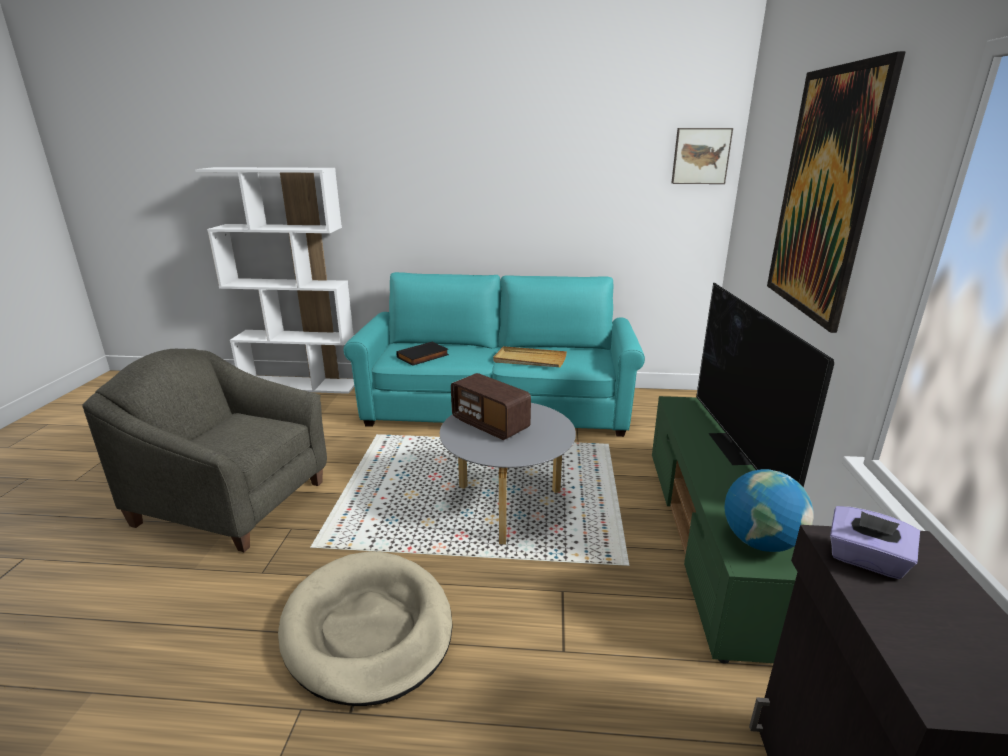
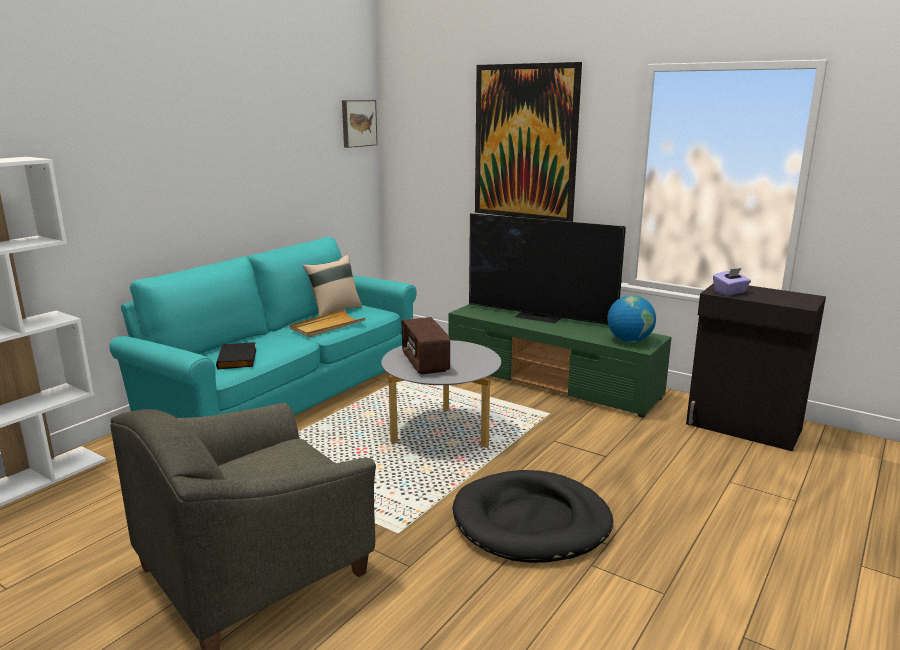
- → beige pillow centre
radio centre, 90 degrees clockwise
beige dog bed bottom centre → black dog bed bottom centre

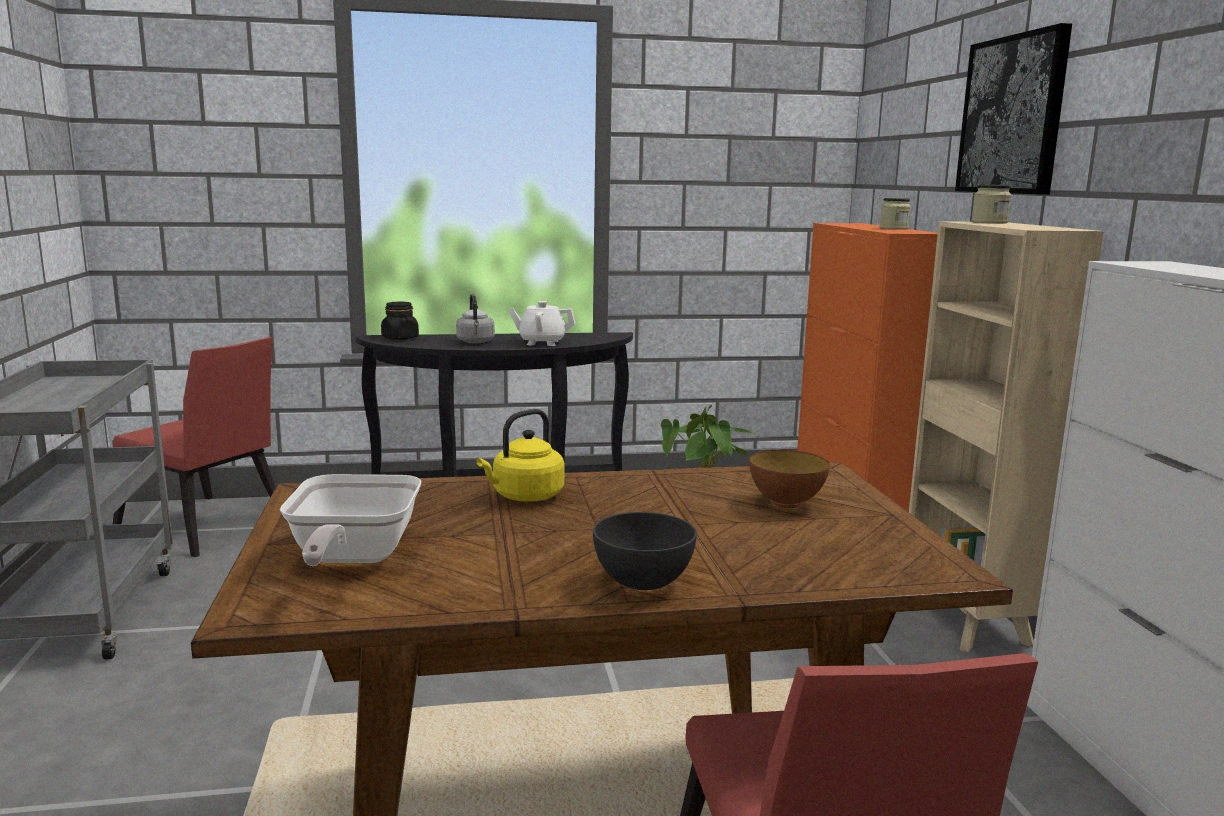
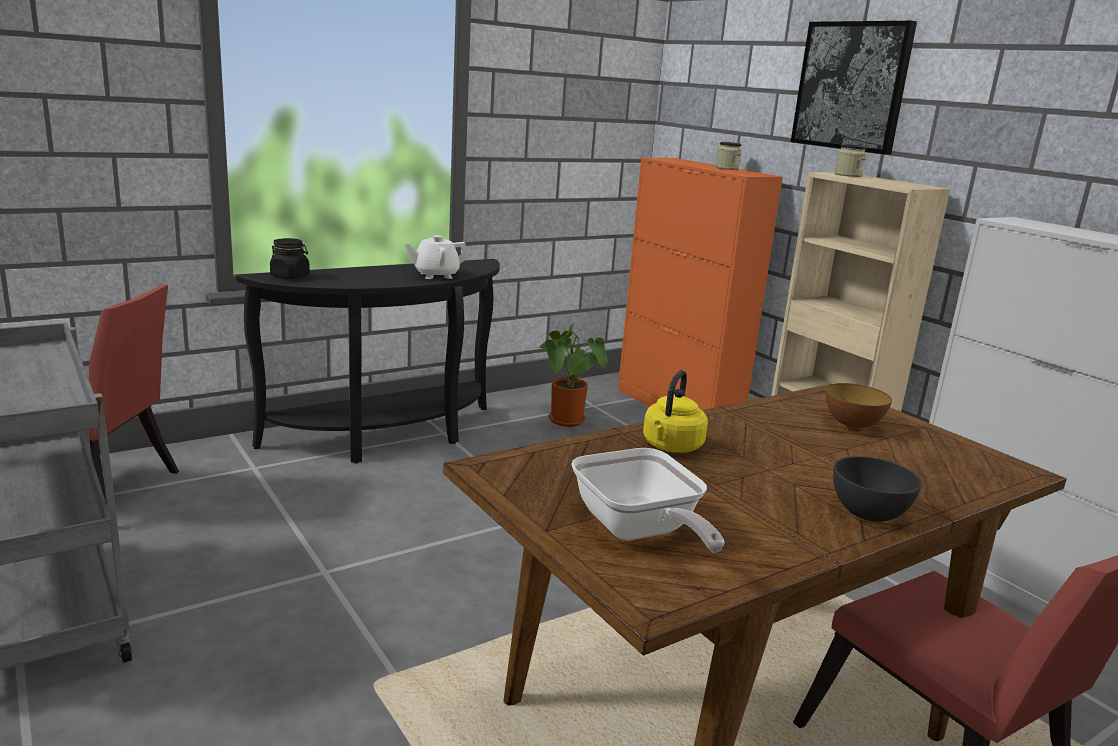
grey kettle centre → -

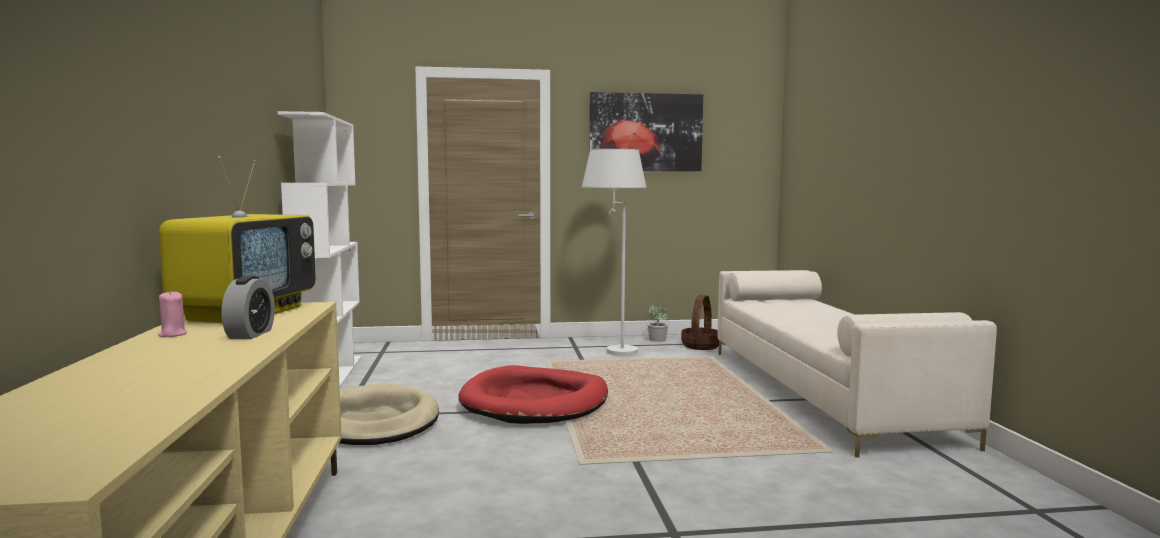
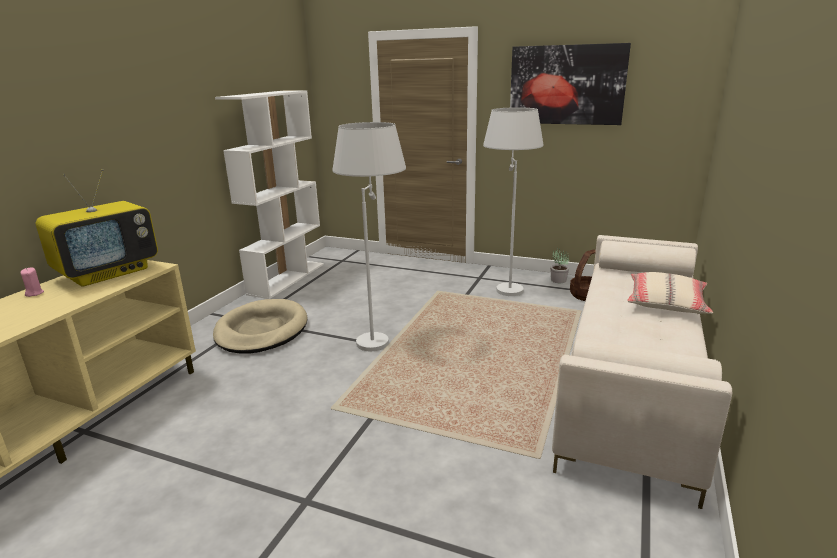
red dog bed bottom centre → white floor lamp (no. 1 from left) centre
- → beige pillow middle right
alarm clock middle left → -

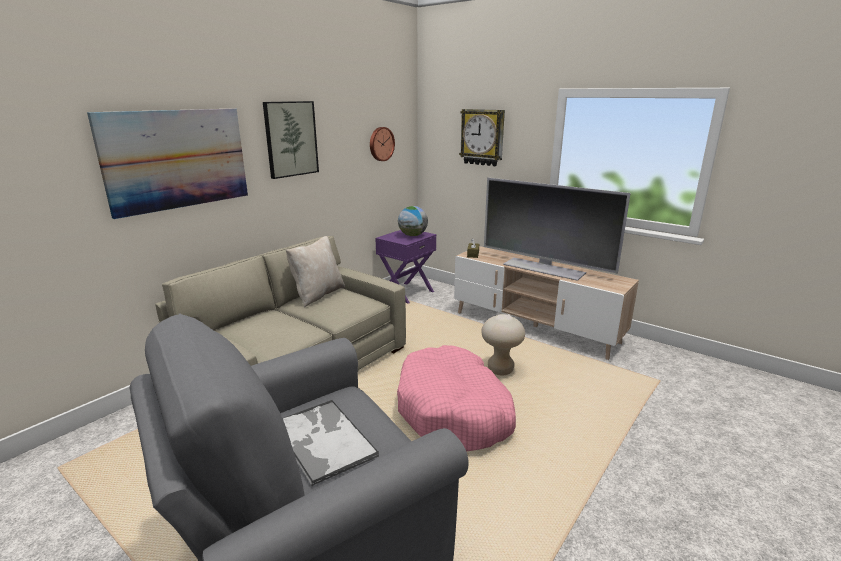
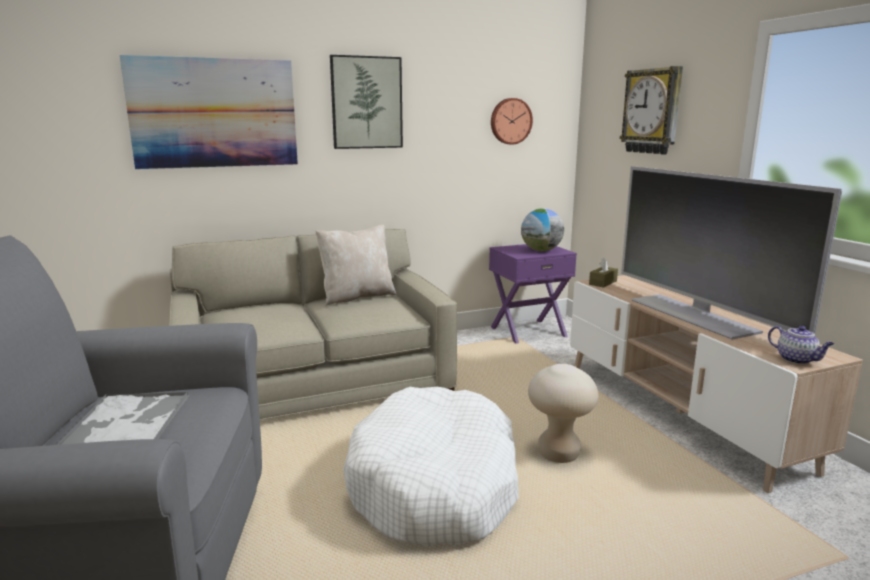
pink dog bed bottom centre → white dog bed bottom centre
- → teapot middle right

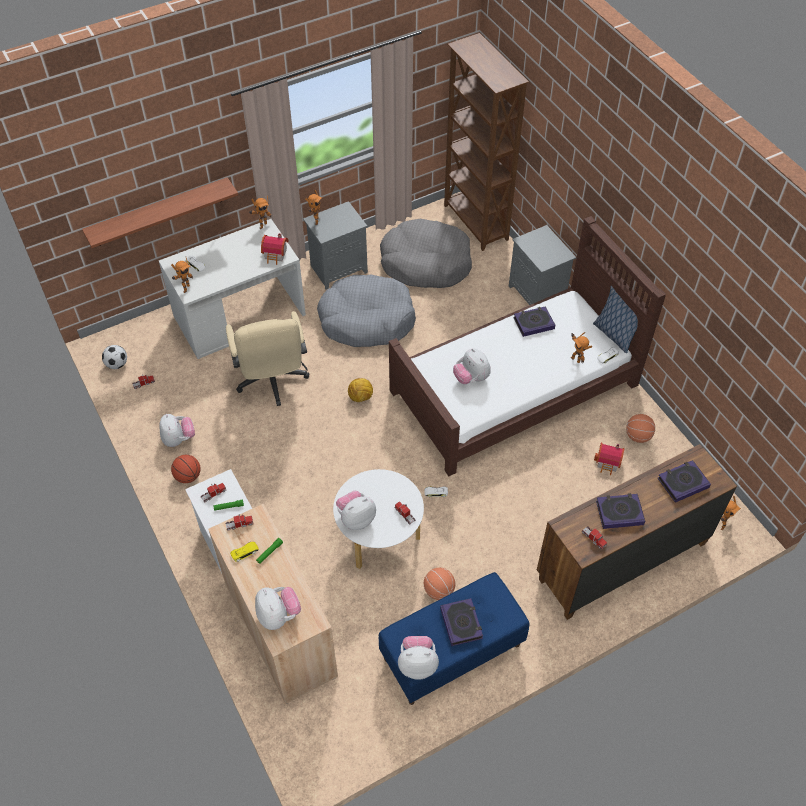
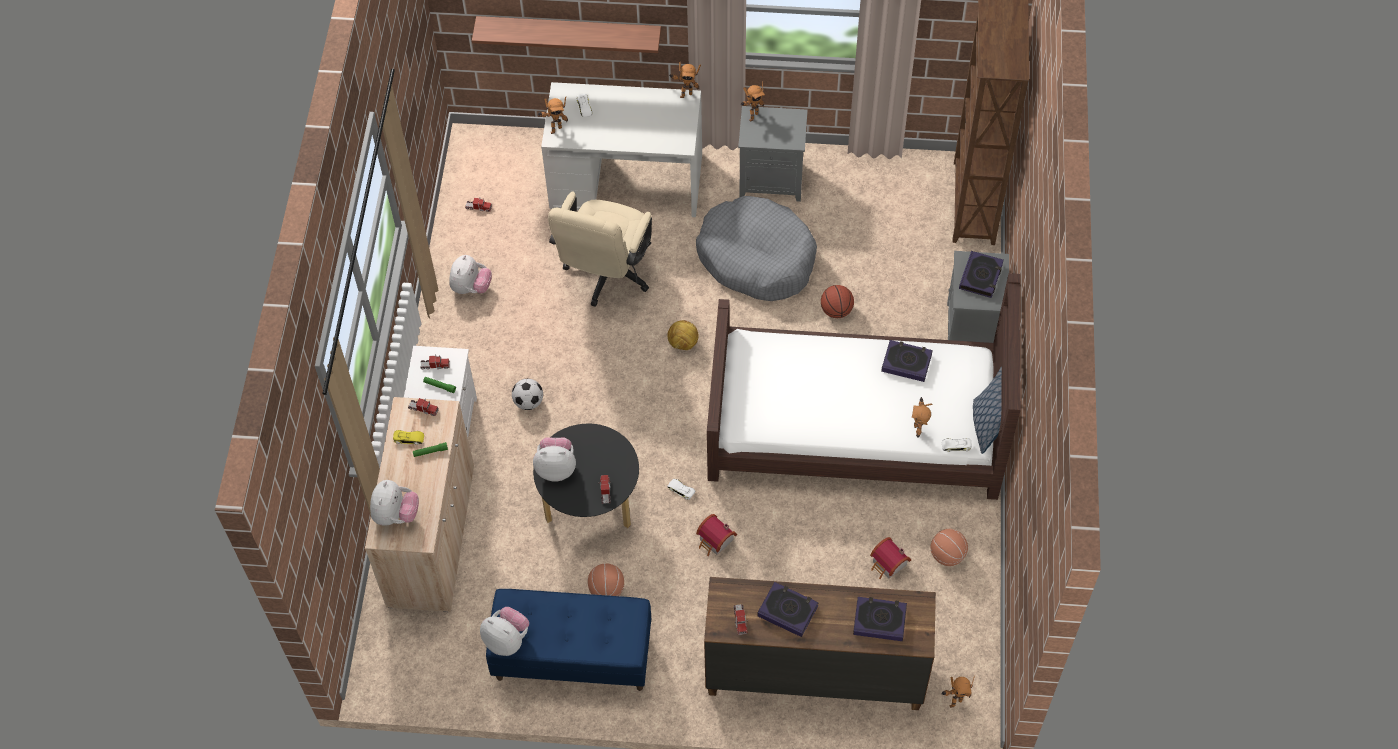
football (no. 1 from left) middle left → football (no. 1 from left) centre, relocated
white coffee table centre → black coffee table centre
toy house (no. 1 from left) top centre → toy house (no. 1 from left) bottom centre, relocated
basketball (no. 1 from left in the first image) middle left → basketball (no. 2 from left) centre, relocated
book (no. 1 from left in the first image) bottom centre → book (no. 4 from left) middle right, relocated
grey dog bed (no. 2 from left) top centre → -
plush toy (no. 5 from left) centre → -

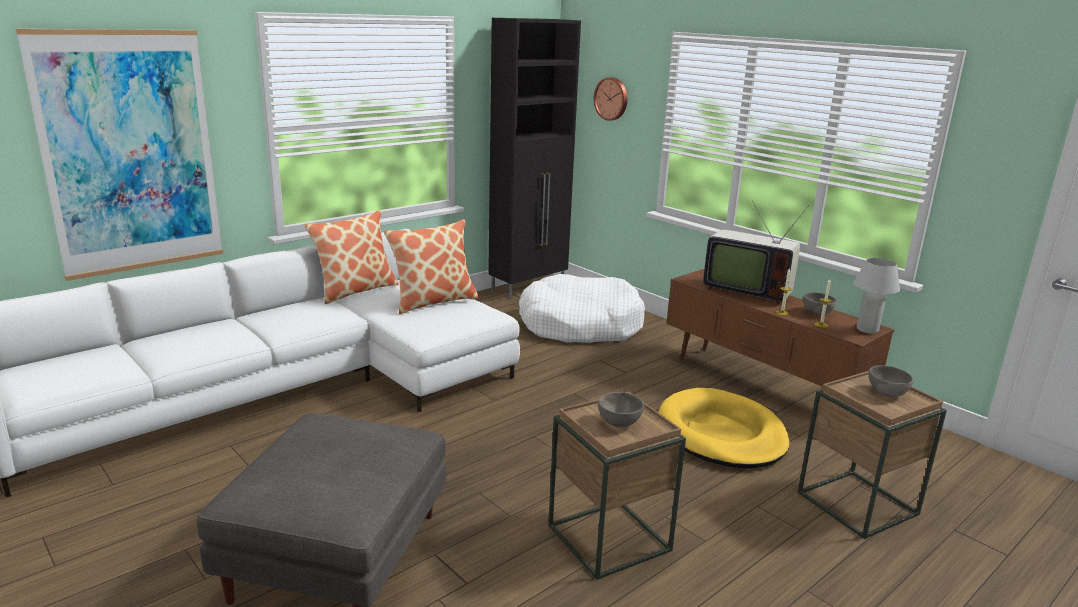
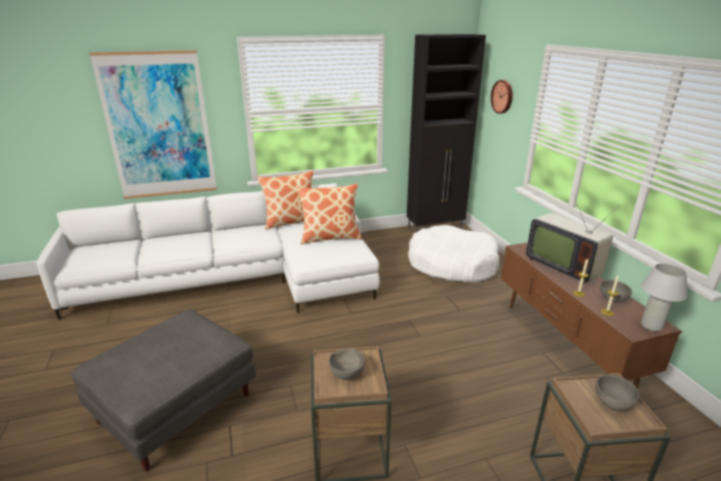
yellow dog bed bottom right → -

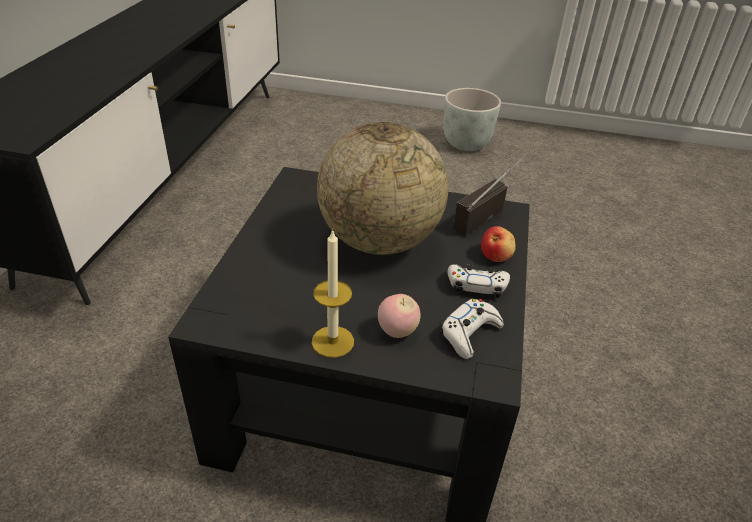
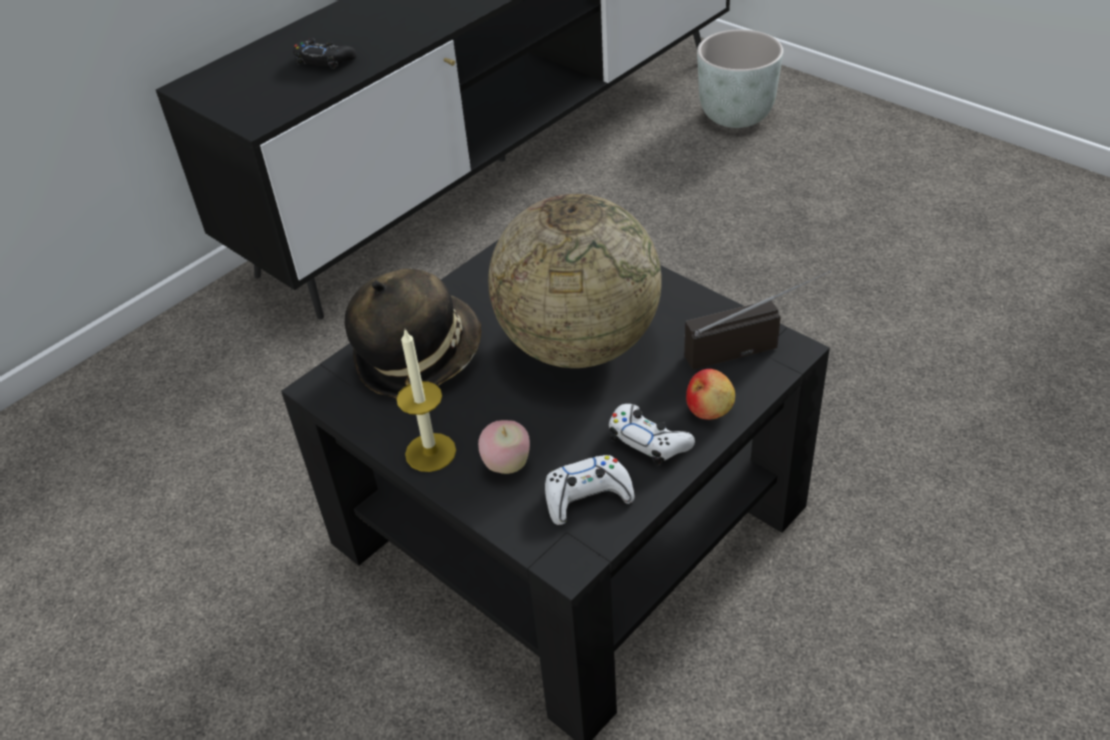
- → black game controller top left
- → hat centre
grey planter top centre → grey planter top right, relocated

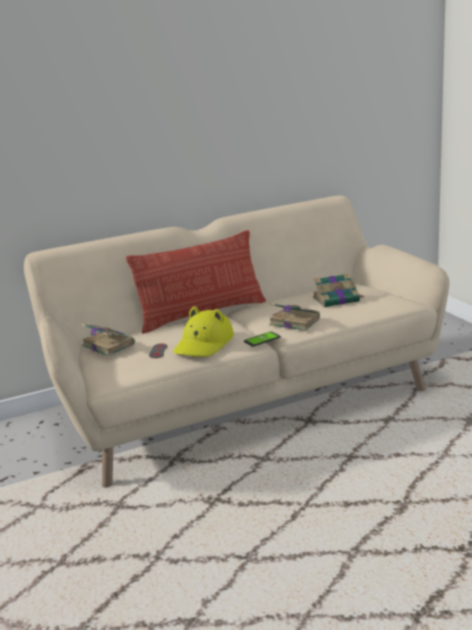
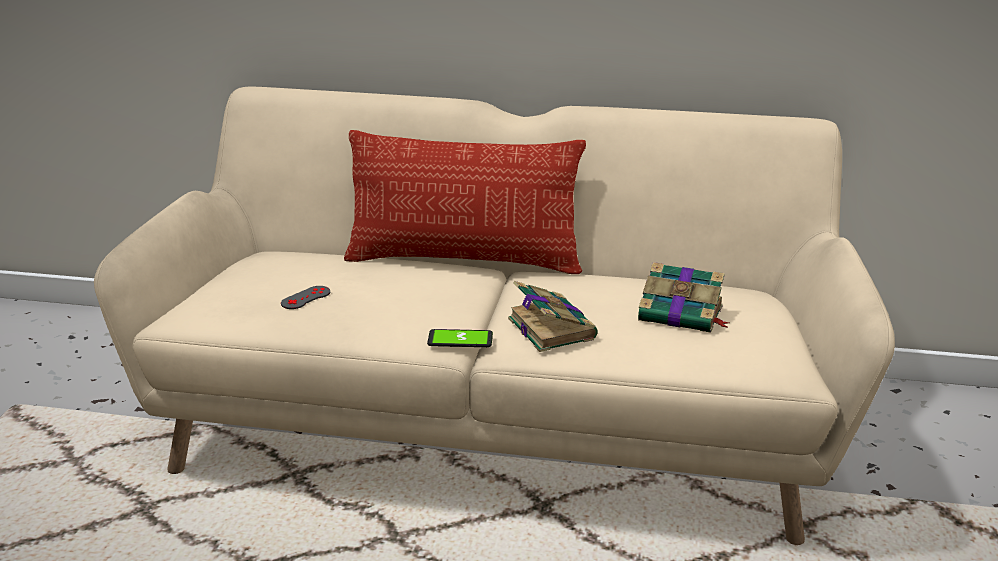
book (no. 1 from left) middle left → -
yellow hat centre → -

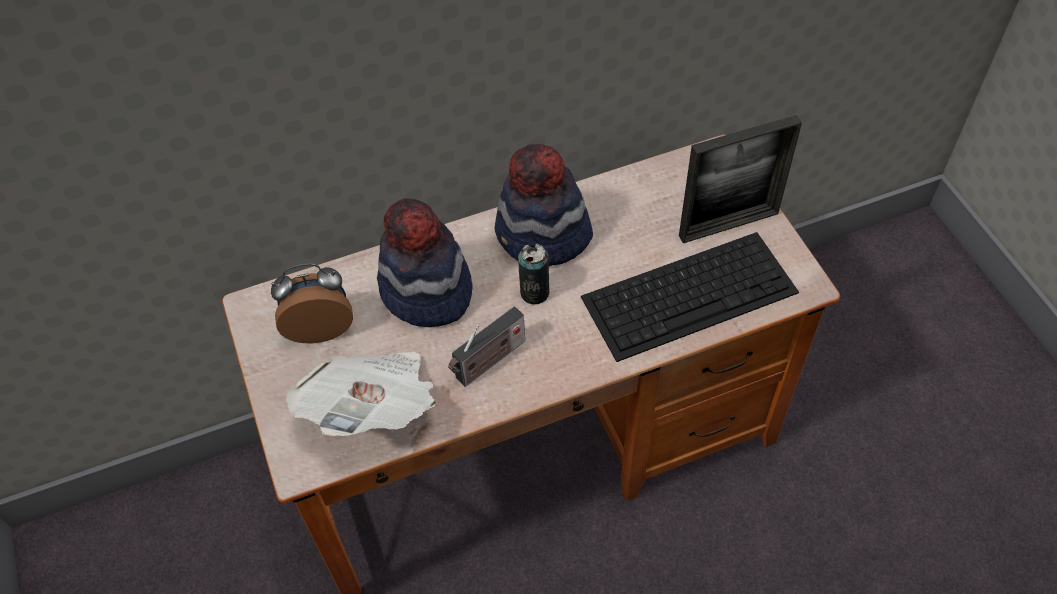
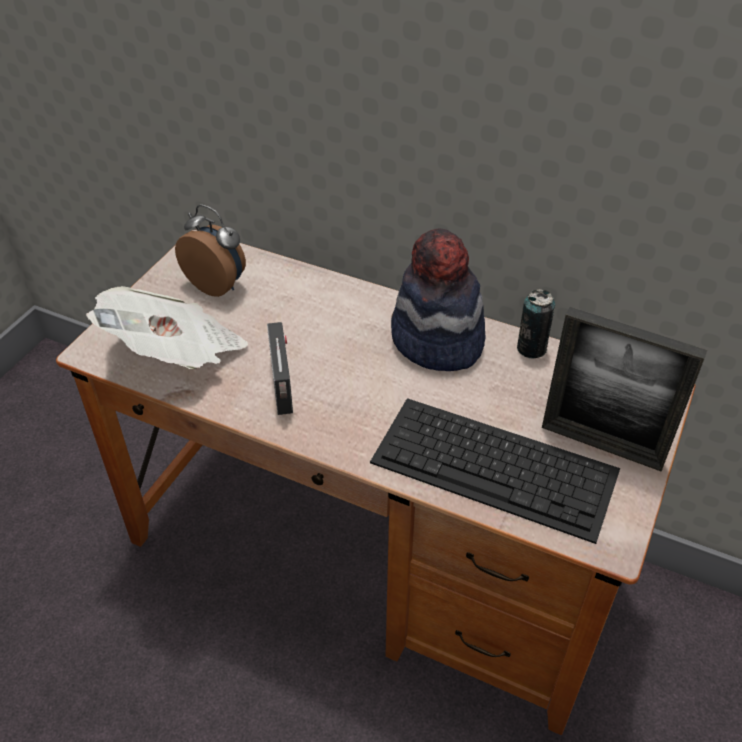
radio centre, 105 degrees counterclockwise
can centre → can middle right, relocated
hat (no. 1 from left) centre → -

